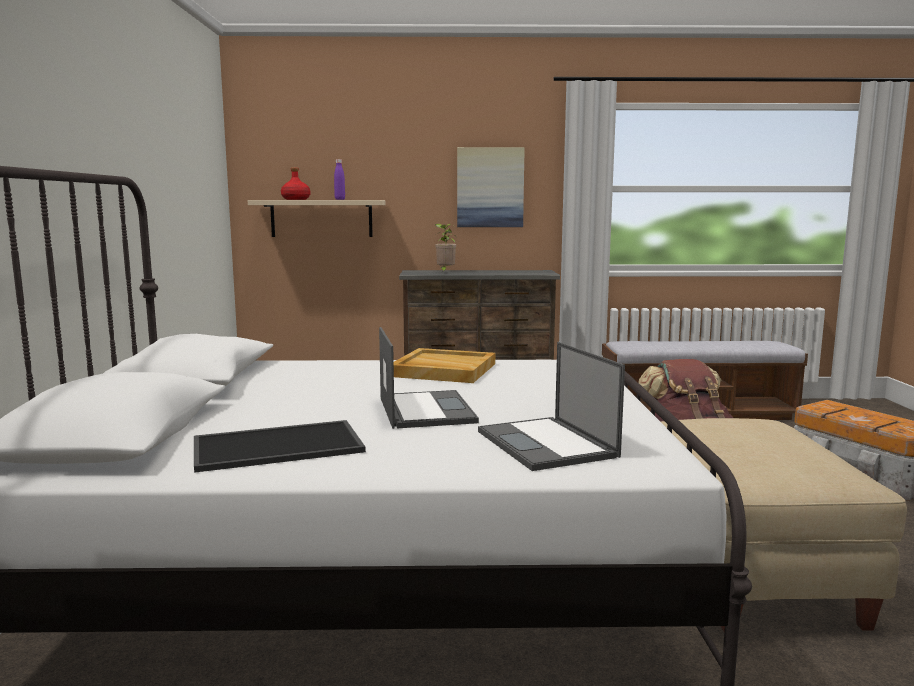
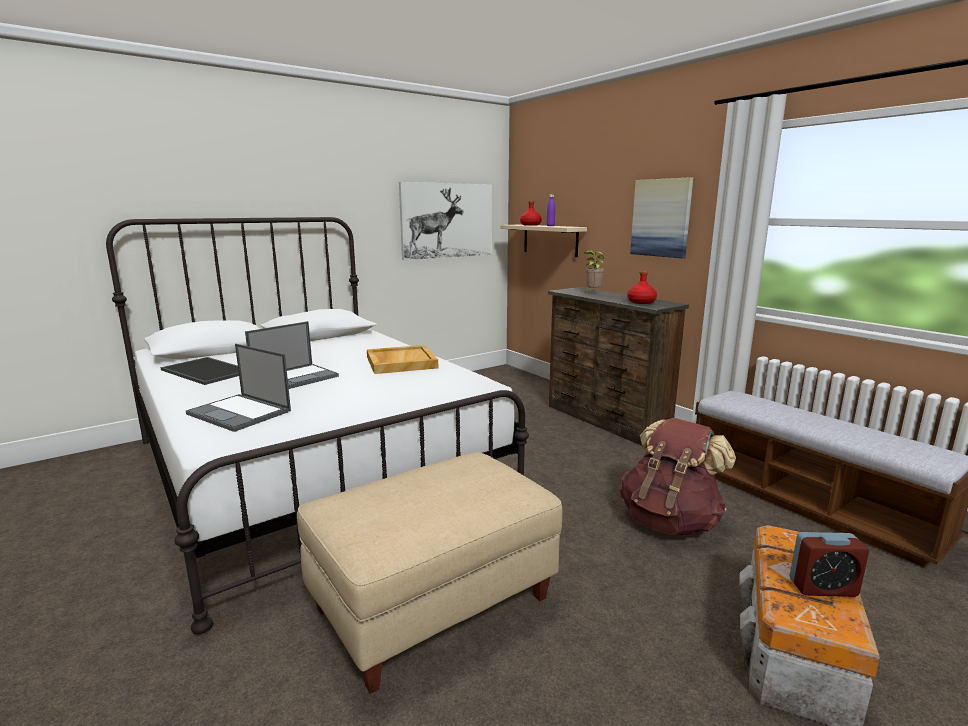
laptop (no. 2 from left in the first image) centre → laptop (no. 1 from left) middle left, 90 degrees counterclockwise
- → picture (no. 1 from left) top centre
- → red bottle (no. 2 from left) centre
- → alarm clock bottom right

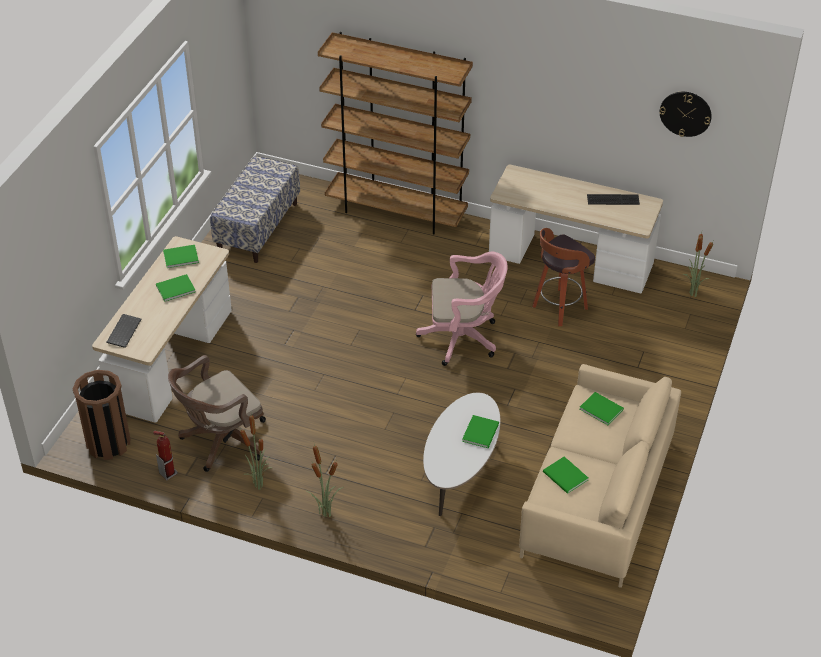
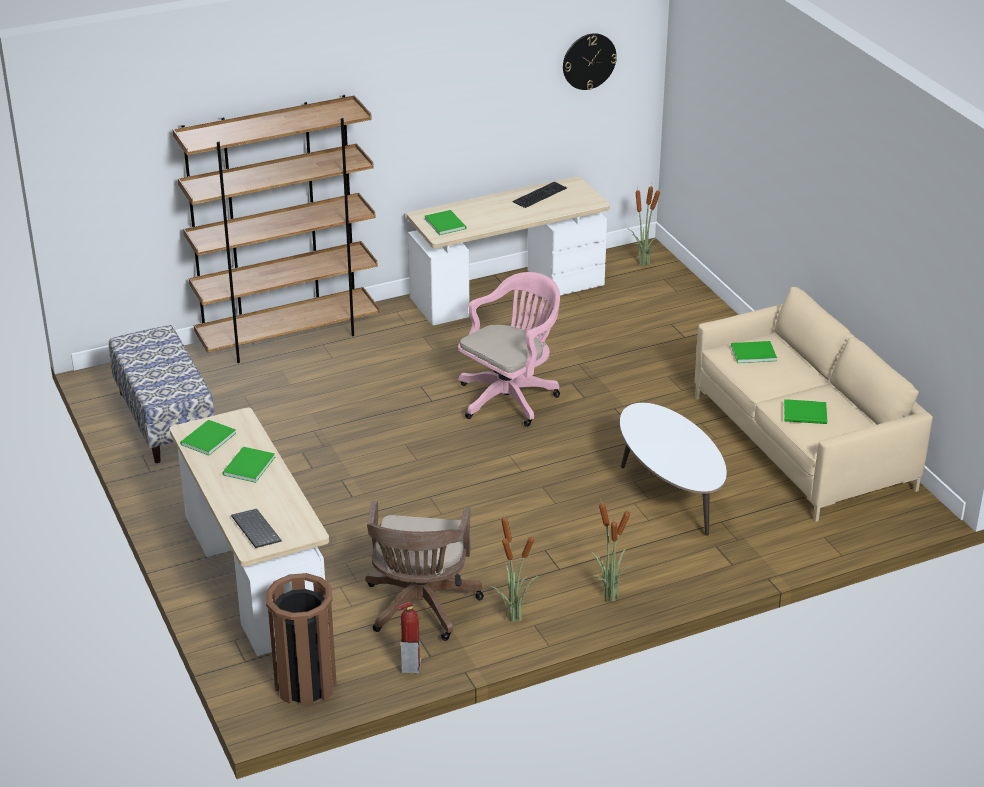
green book (no. 3 from left) centre → green book (no. 3 from left) top centre, relocated
stool middle right → -

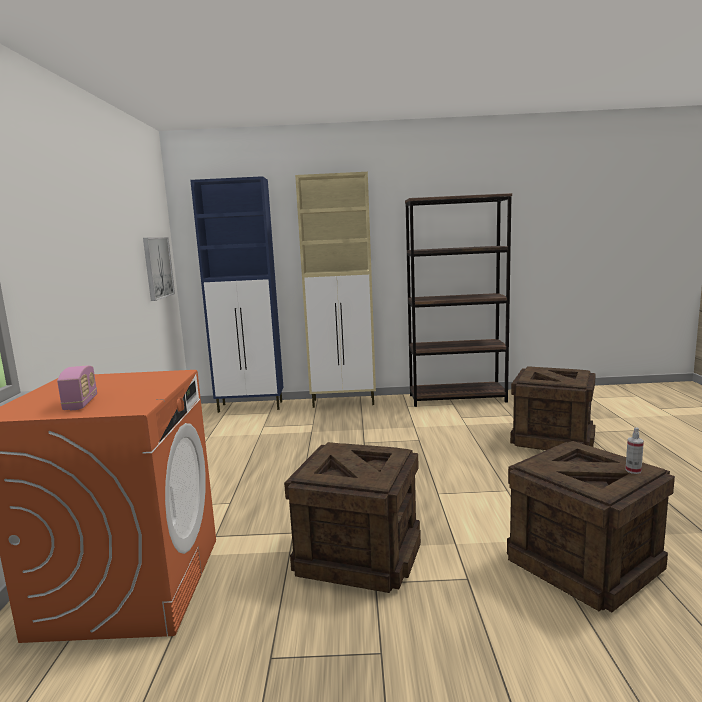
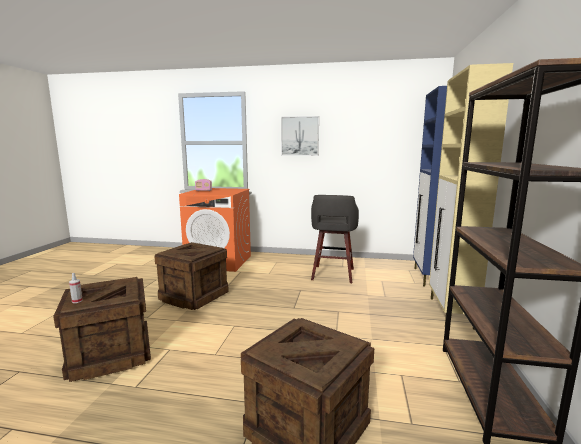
picture middle left → picture top centre, relocated
- → grey stool centre

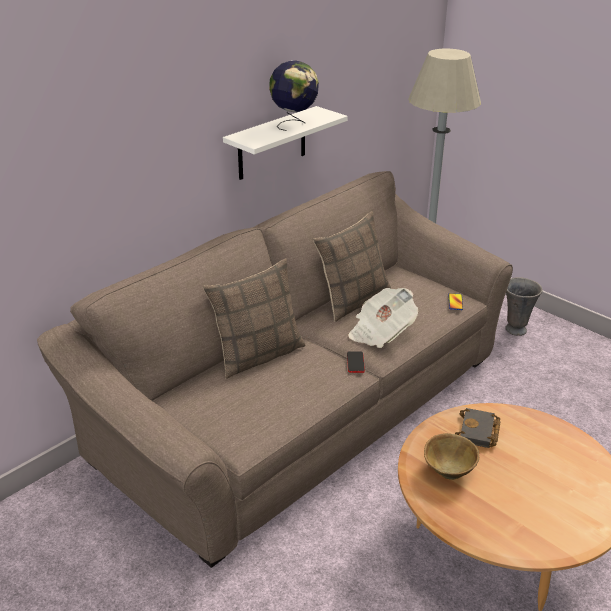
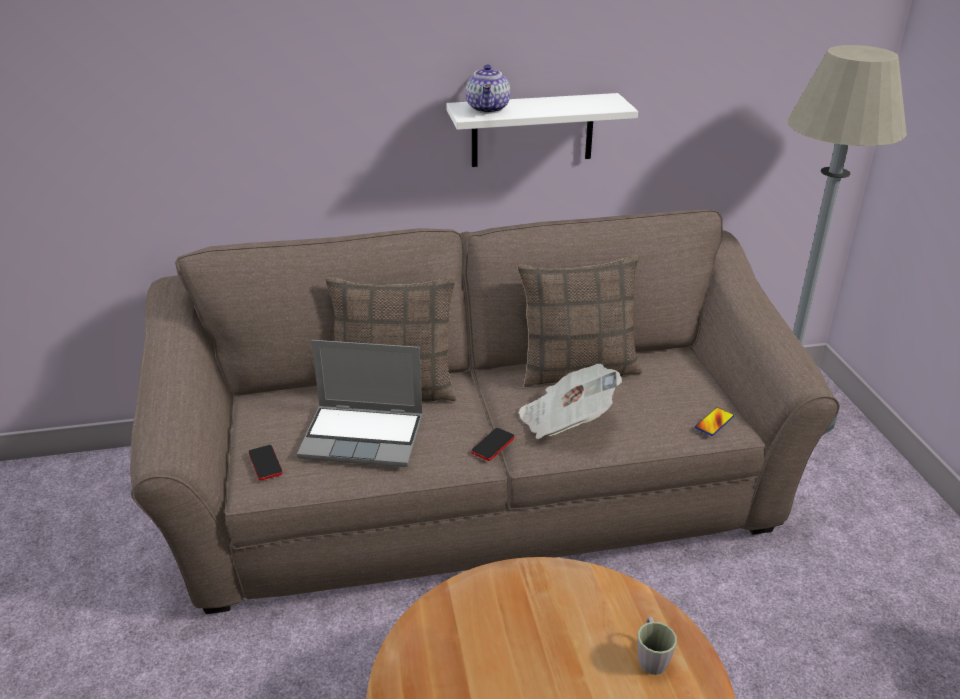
- → phone (no. 1 from left) middle left
- → laptop centre
- → teapot top centre
- → grey mug bottom right
globe top centre → -
brown bowl bottom right → -
black book bottom right → -
grey vase middle right → -

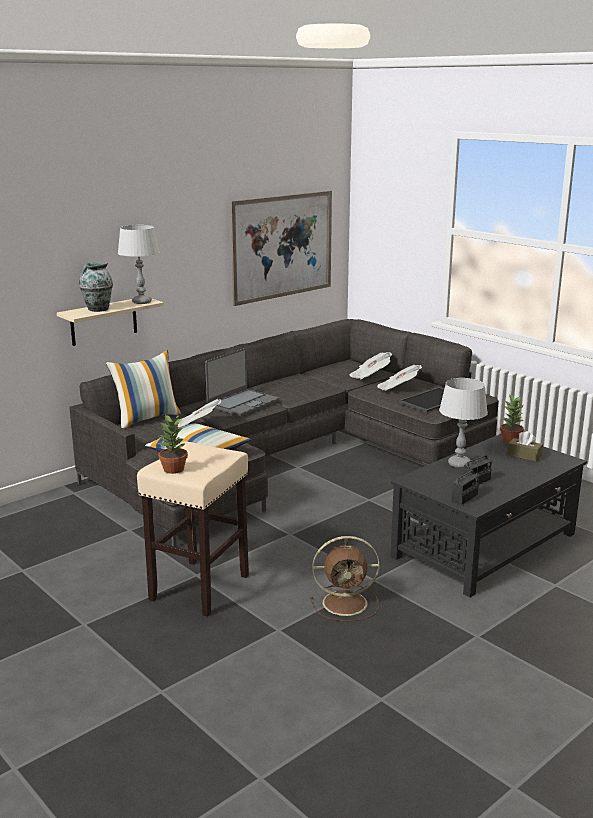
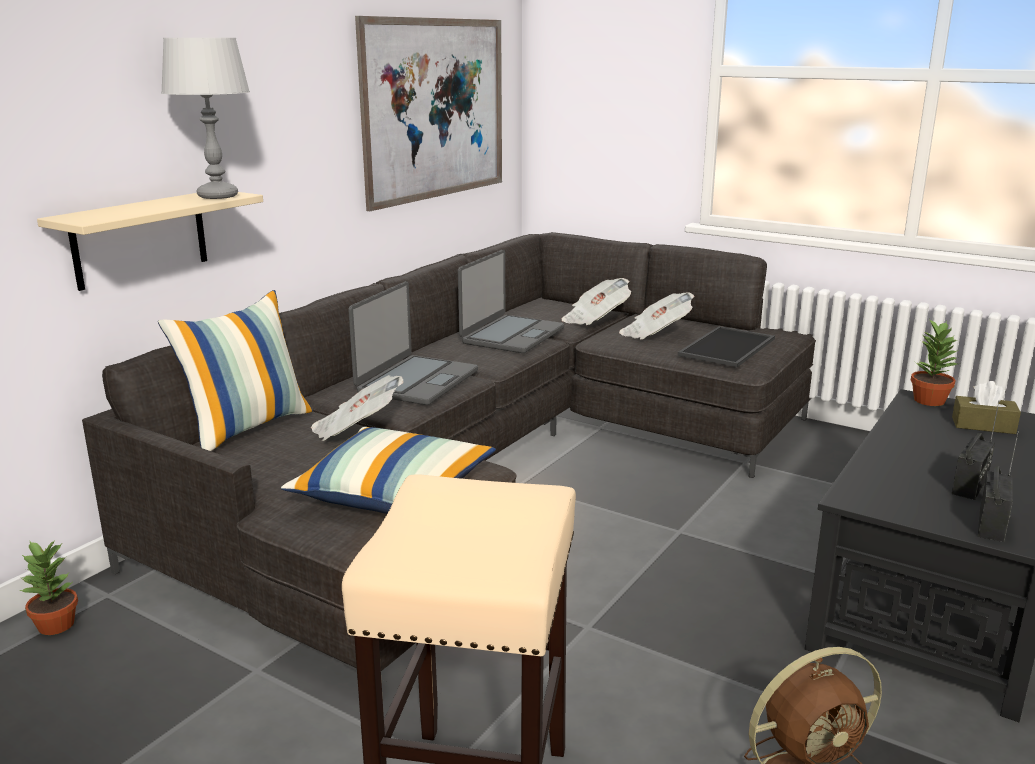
potted plant (no. 1 from left) middle left → potted plant (no. 1 from left) bottom left, relocated
- → laptop (no. 2 from left) centre
vase middle left → -
grey table lamp (no. 2 from left) middle right → -

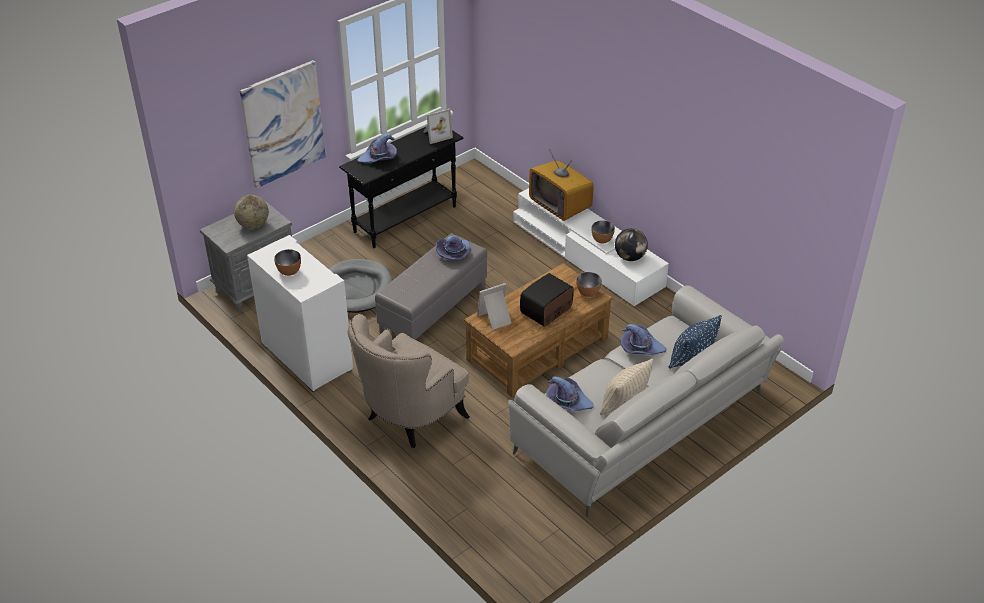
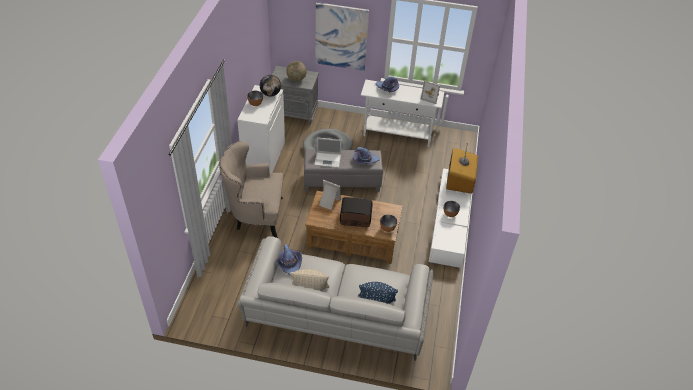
globe (no. 2 from left in the first image) centre → globe (no. 1 from left) top centre, relocated
- → laptop centre
black console table top centre → white console table top centre
purple hat (no. 4 from left) centre → -

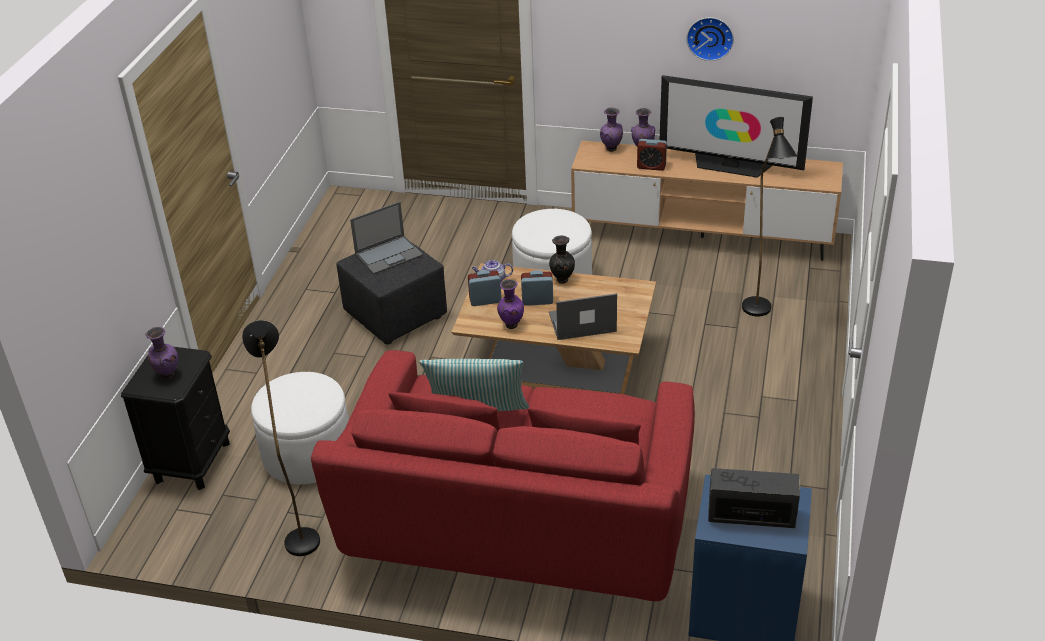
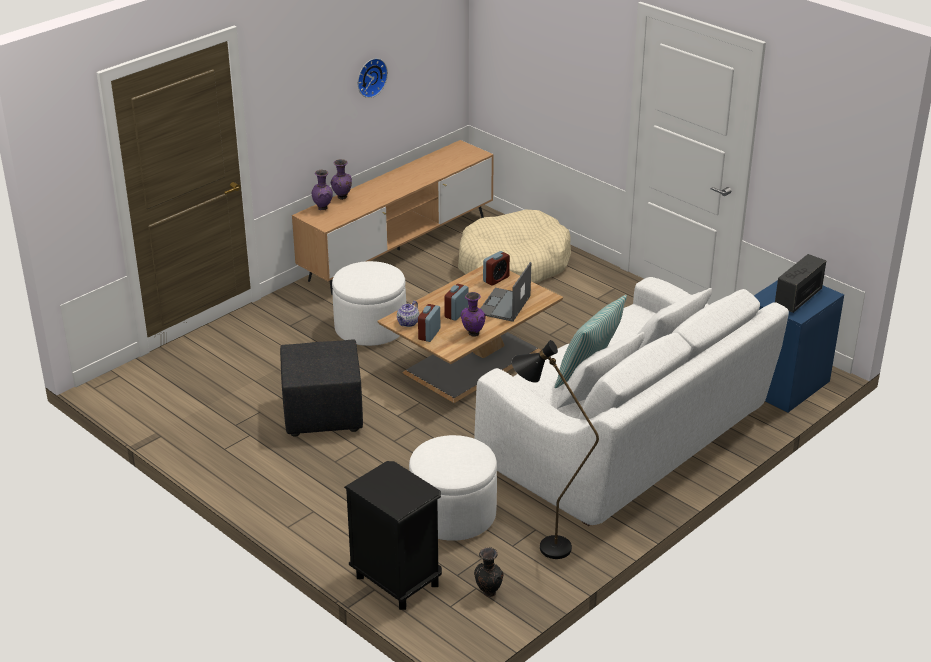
black floor lamp (no. 2 from left) middle right → beige dog bed centre
red sofa bottom centre → white sofa middle right
black vase centre → black vase bottom centre, relocated
alarm clock (no. 3 from left) top centre → alarm clock (no. 3 from left) centre, relocated
purple vase (no. 1 from left) middle left → -
laptop (no. 1 from left) centre → -
television top right → -

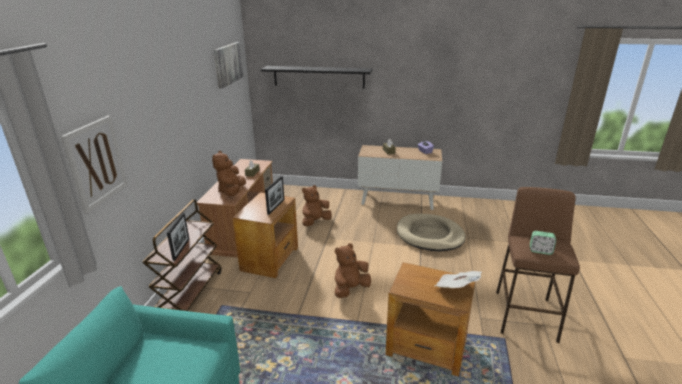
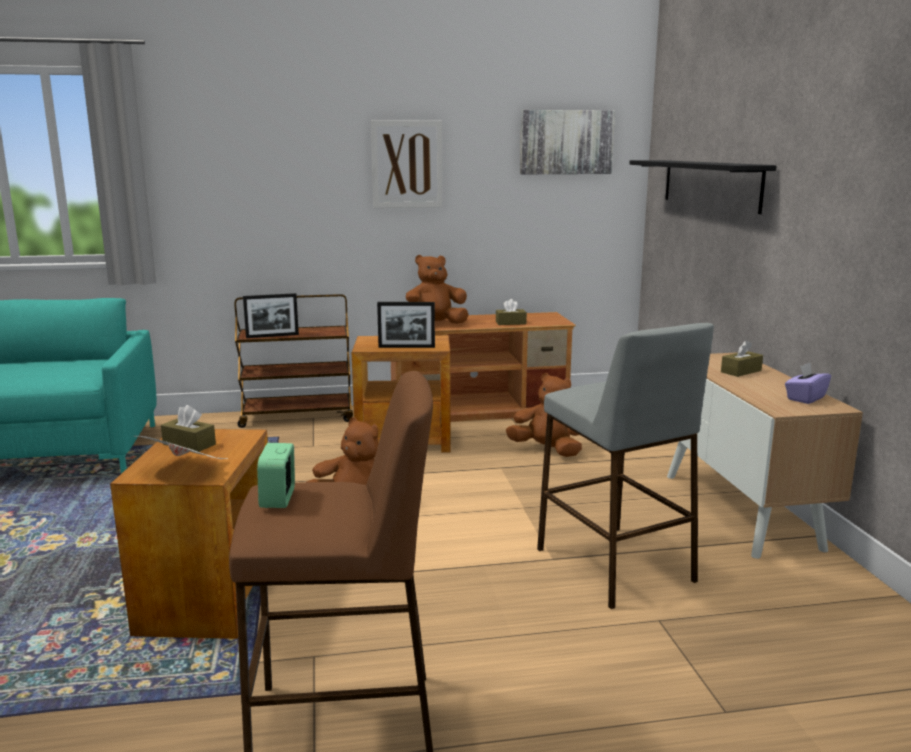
- → brown tissue box (no. 1 from left) middle left
picture (no. 1 from left) middle left → picture (no. 1 from left) top centre, relocated
beige dog bed centre → grey stool middle right

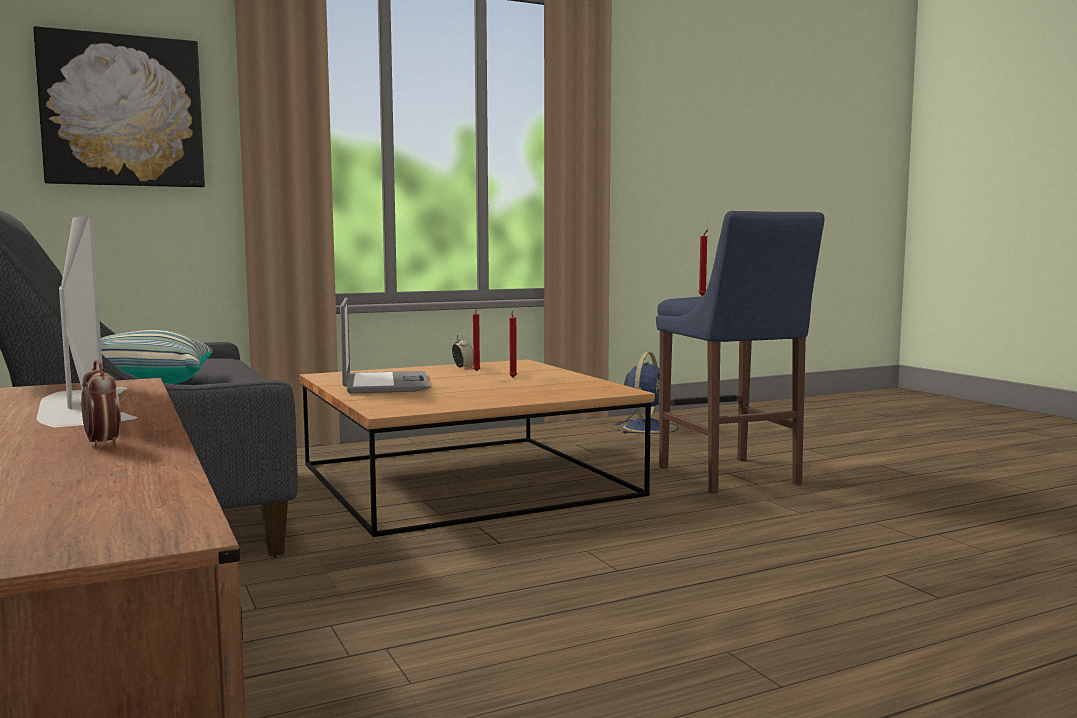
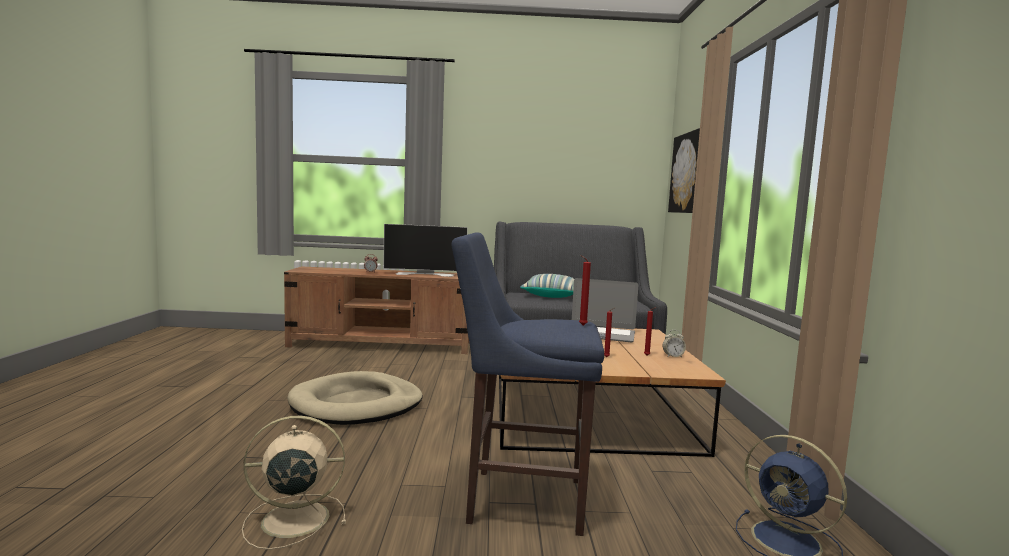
- → beige fan bottom left
- → beige dog bed bottom centre

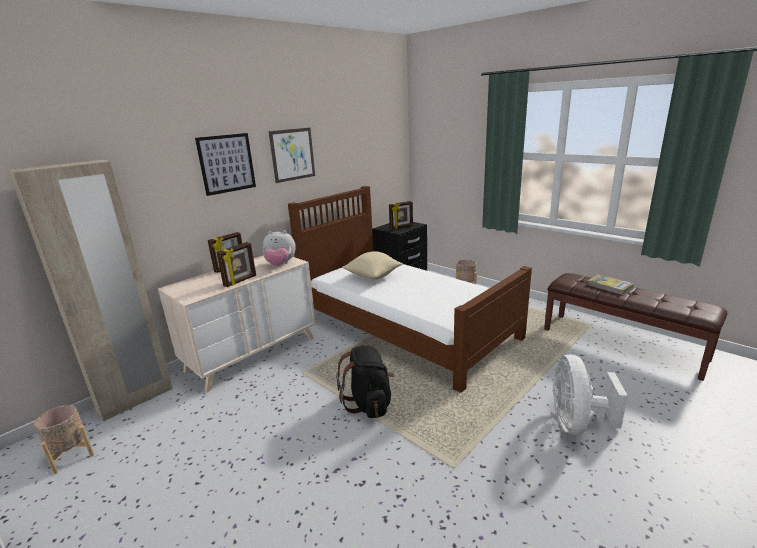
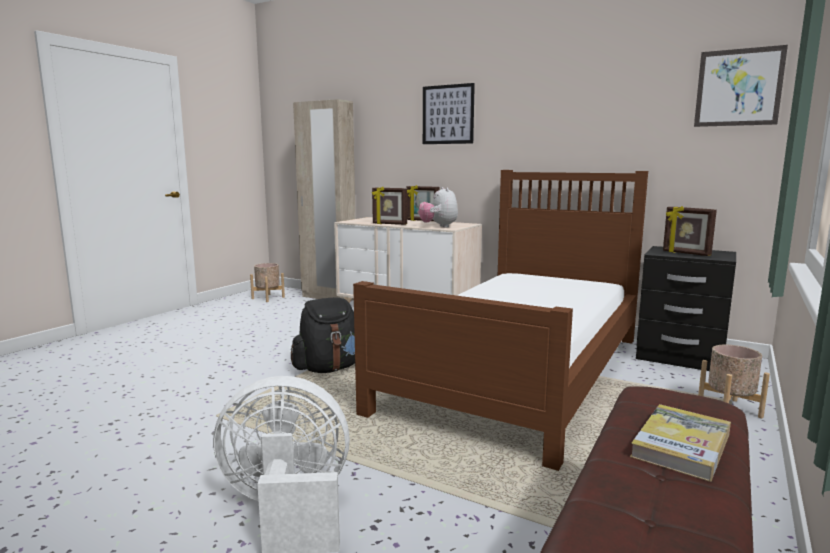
picture (no. 2 from left) top centre → picture (no. 2 from left) top right, relocated
beige pillow centre → -

